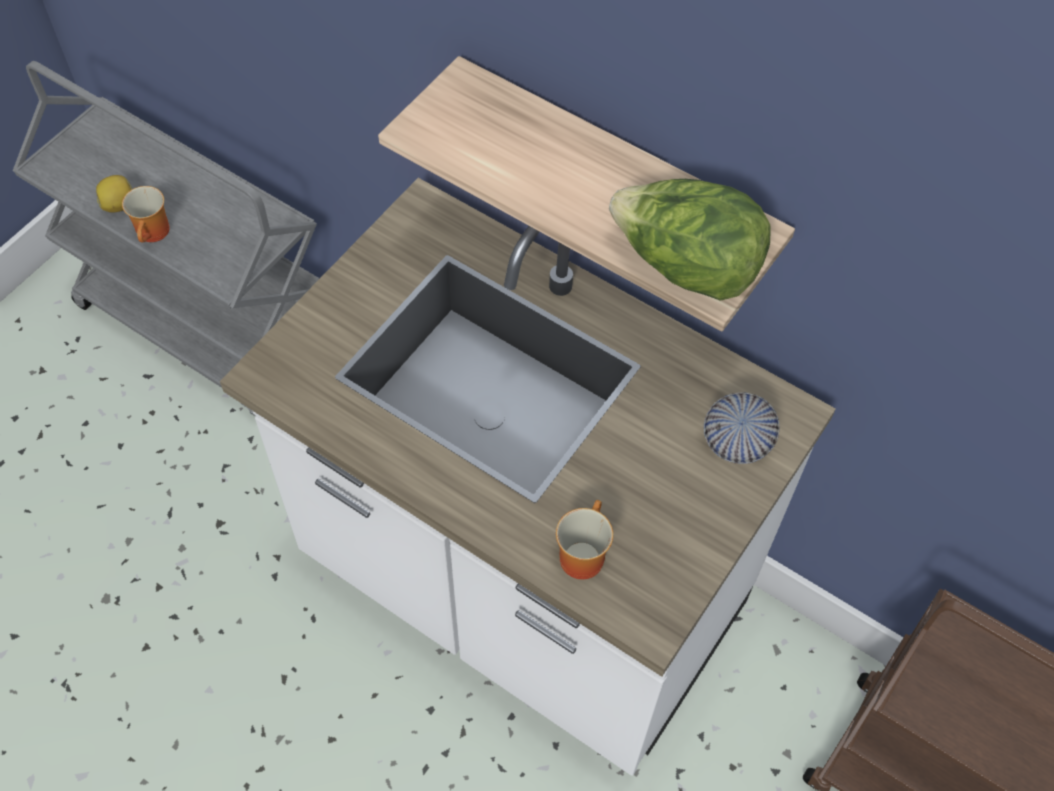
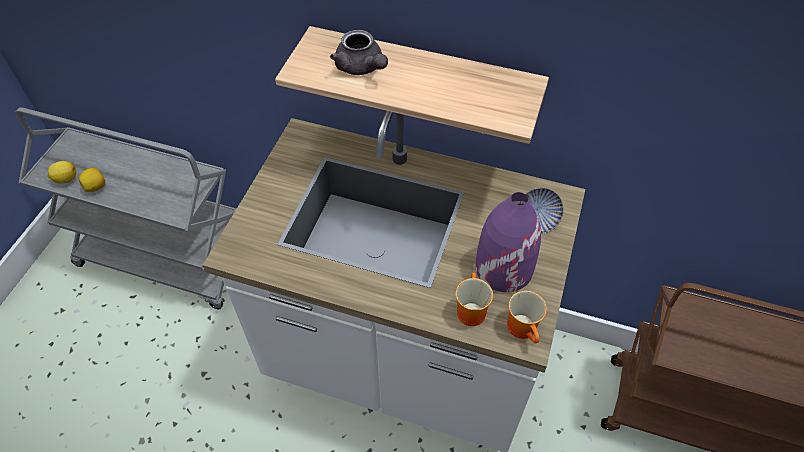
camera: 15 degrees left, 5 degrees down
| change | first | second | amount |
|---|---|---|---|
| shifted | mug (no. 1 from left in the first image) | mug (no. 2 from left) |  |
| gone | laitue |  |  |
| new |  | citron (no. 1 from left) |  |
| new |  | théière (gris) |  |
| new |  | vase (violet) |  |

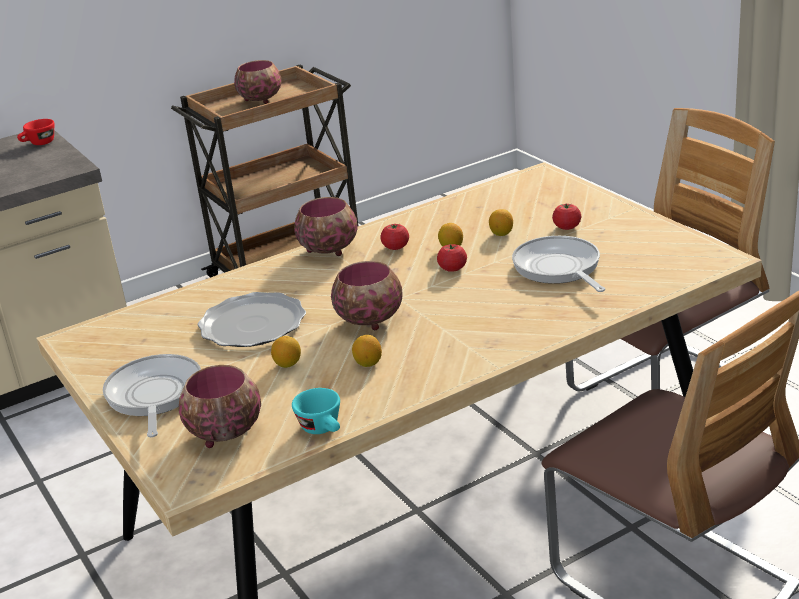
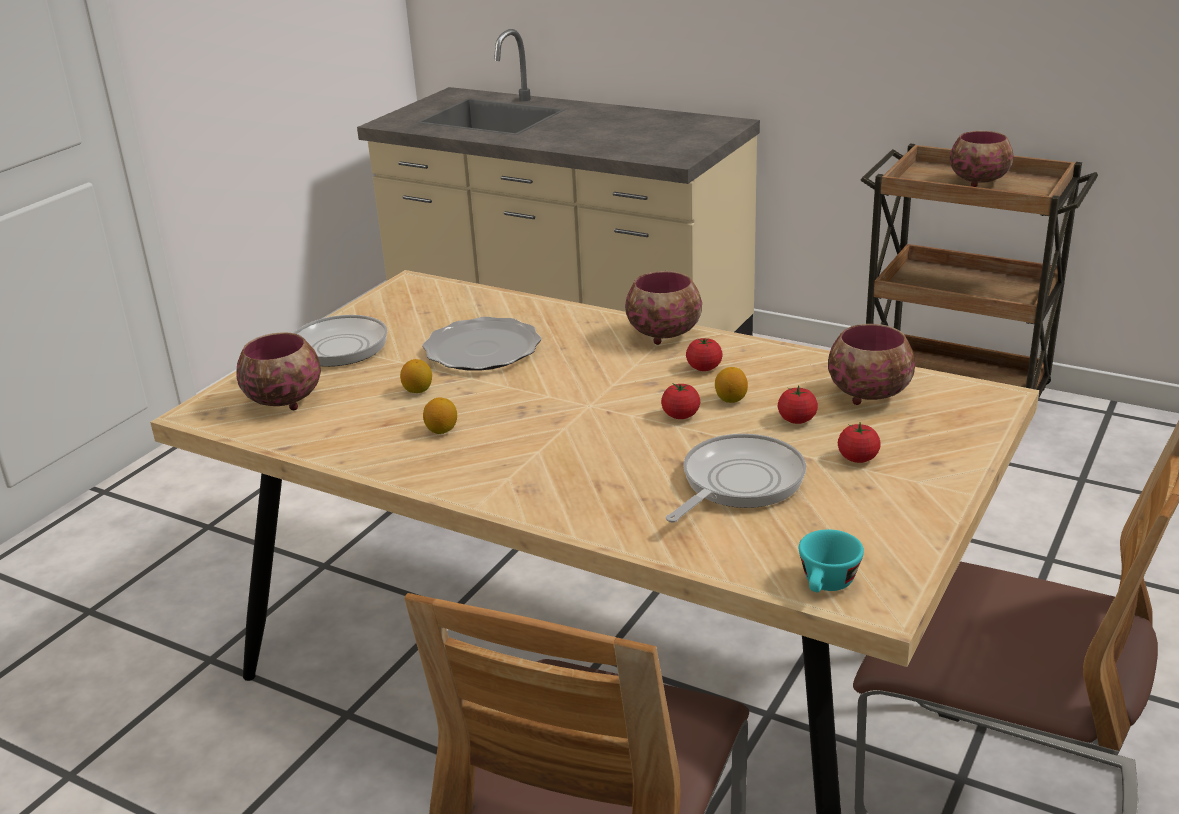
camera: 60 degrees right, 0 degrees up
| change | first | second | amount |
|---|---|---|---|
| gone | tasse (rouge) |  |  |
| shifted | tasse (turquoise) |  |  |
| shifted | bol (no. 4 from left in the first image) | bol (no. 3 from left) |  |
| swapped | citron (no. 4 from left) | tomate (no. 3 from left) |  |

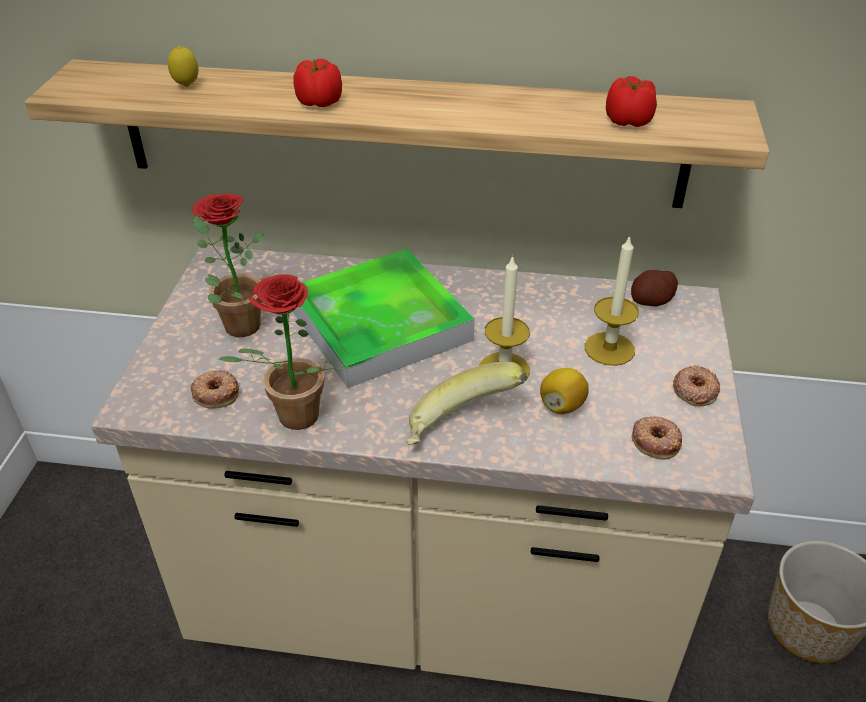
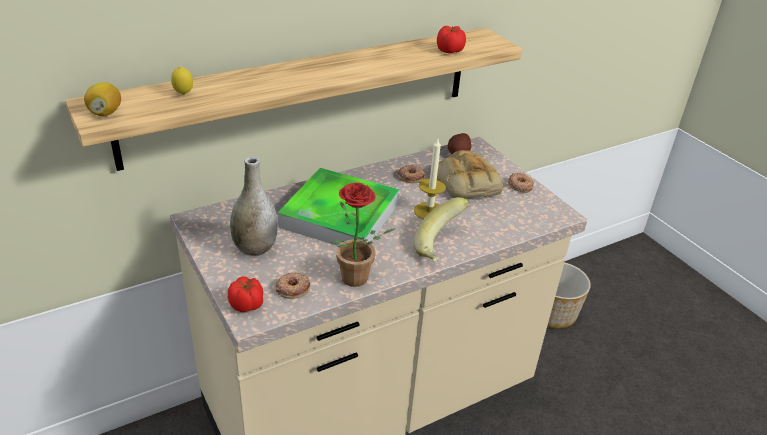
camera: 40 degrees left, 5 degrees down
| change | first | second | amount |
|---|---|---|---|
| swapped | plante en pot (no. 1 from left) | vase (gris) |  |
| shifted | tomate (no. 1 from left) |  |  |
| shifted | citron (no. 2 from left in the first image) | citron (no. 1 from left) |  |
| swapped | bougie (no. 2 from left) | pain |  |
| shifted | beignet (no. 2 from left) |  |  |

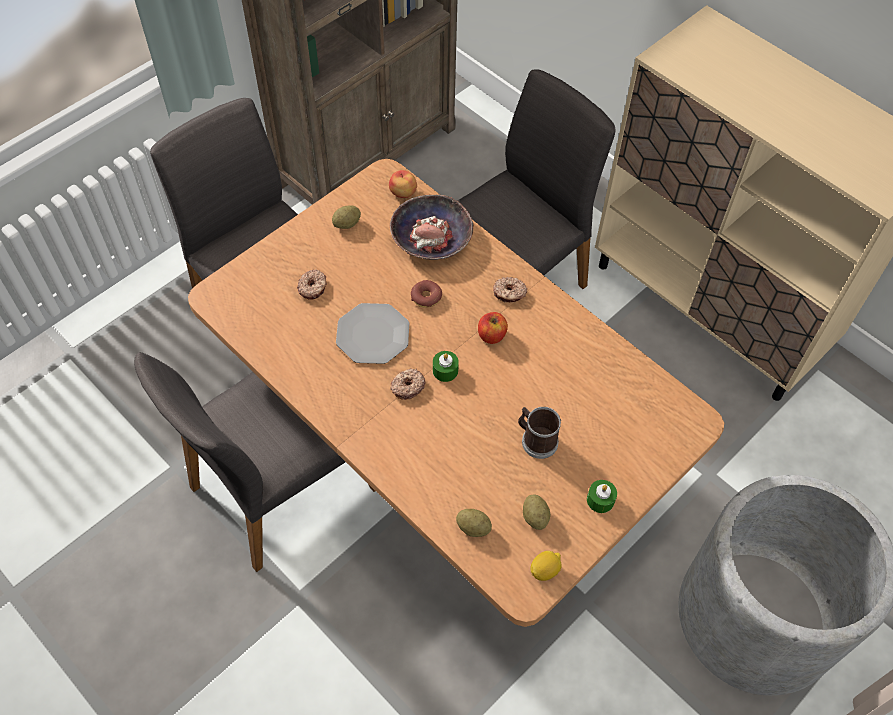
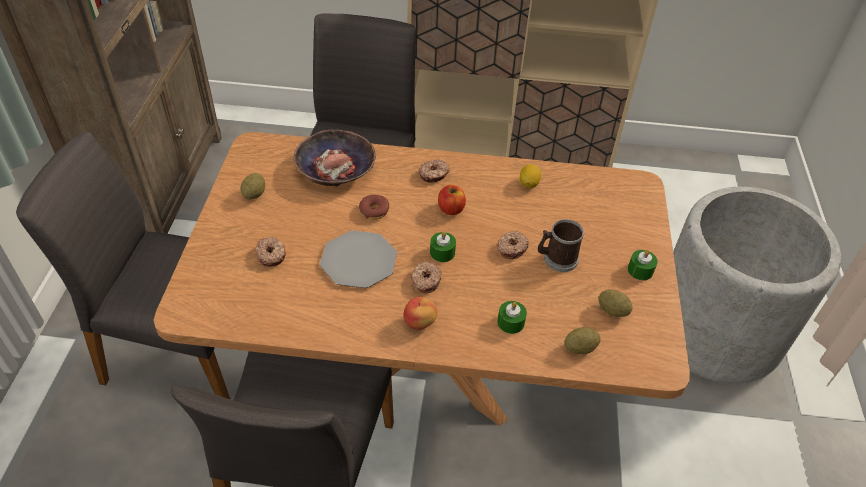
camera: 40 degrees left, 10 degrees down
| change | first | second | amount |
|---|---|---|---|
| shifted | pomme (no. 1 from left) |  |  |
| shifted | citron |  |  |
| new |  | beignet (no. 5 from left) |  |
| new |  | bougie (vert) (no. 2 from left) |  |

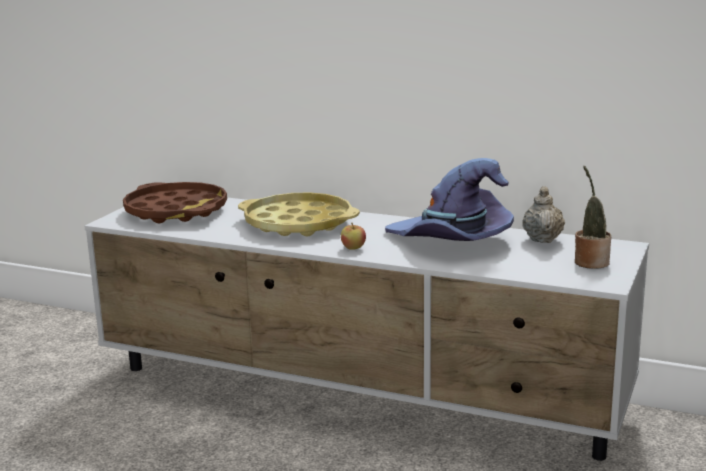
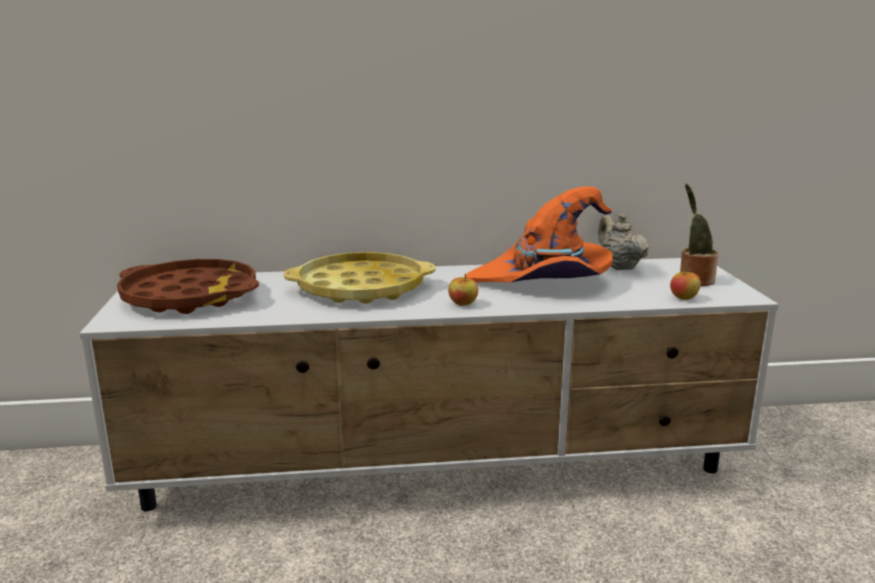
camera: 30 degrees left, 0 degrees up
| change | first | second | amount |
|---|---|---|---|
| repainted | chapeau (violet) | chapeau (orange) |  |
| new |  | pomme (no. 2 from left) |  |

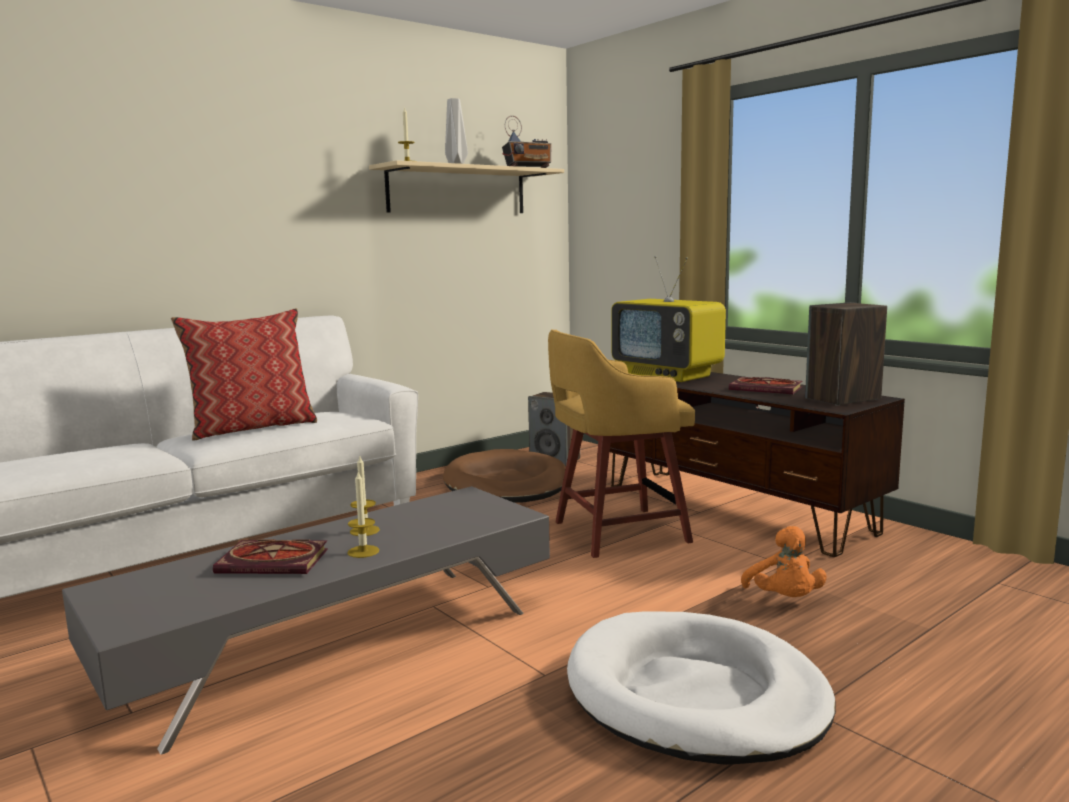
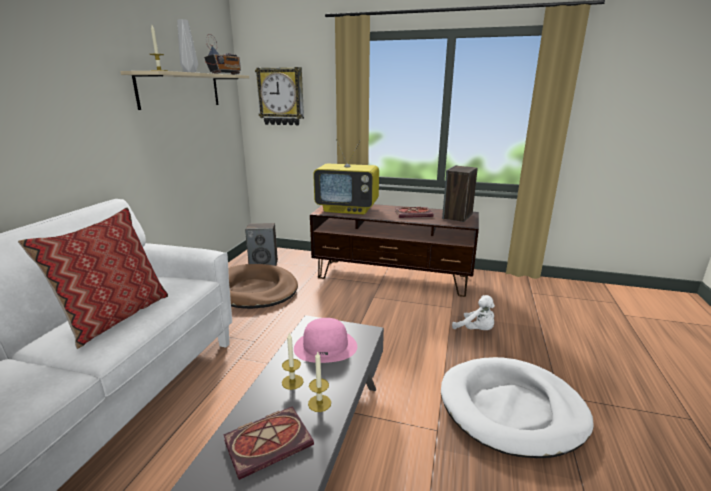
camera: 35 degrees left, 10 degrees up
| change | first | second | amount |
|---|---|---|---|
| gone | tabouret (jaune) |  |  |
| repainted | peluche (orange) | peluche (blanc) |  |
| new |  | horloge murale |  |
| new |  | chapeau (rose) |  |

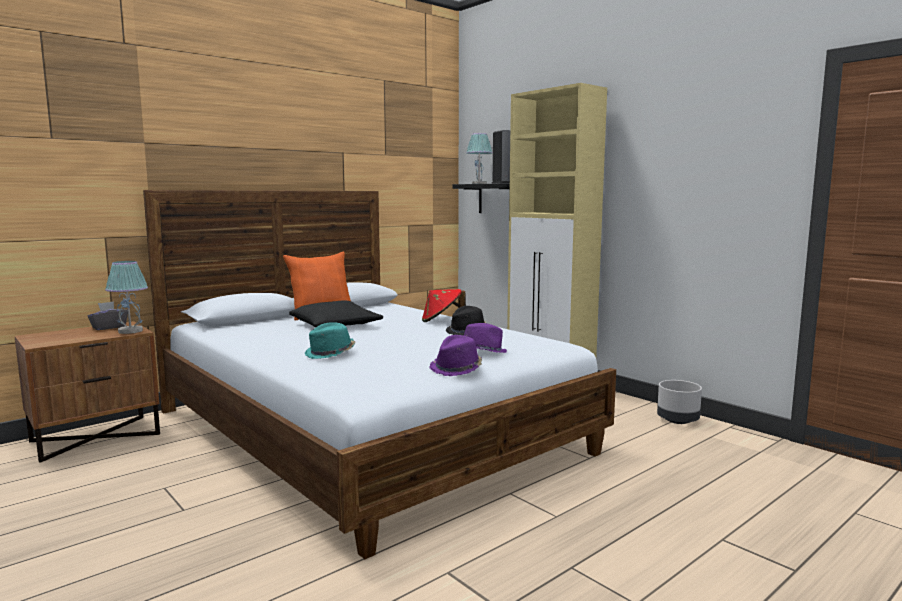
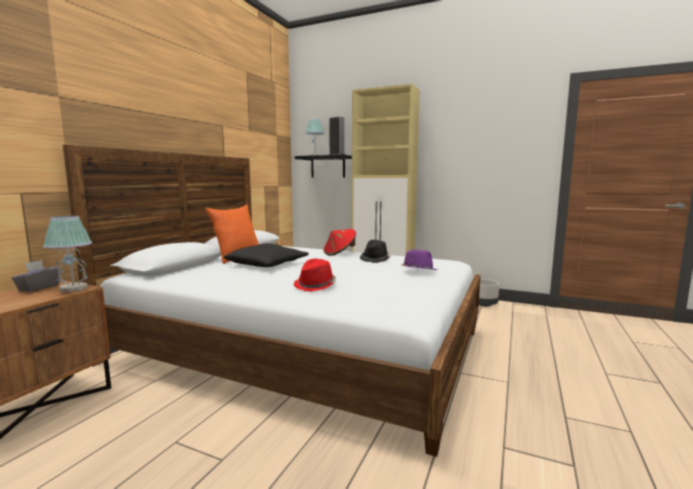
camera: 25 degrees left, 0 degrees up
| change | first | second | amount |
|---|---|---|---|
| repainted | chapeau (turquoise) | chapeau (rouge) (no. 1 from left) |  |
| gone | chapeau (violet) (no. 1 from left) |  |  |

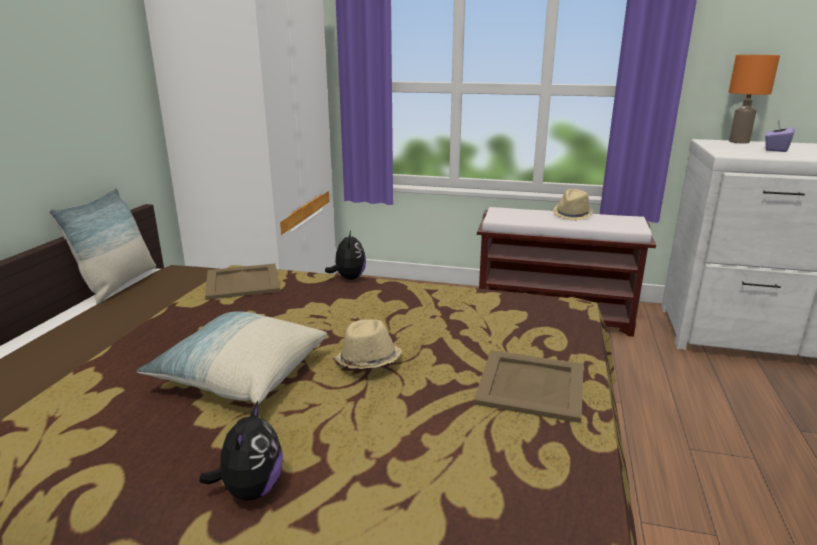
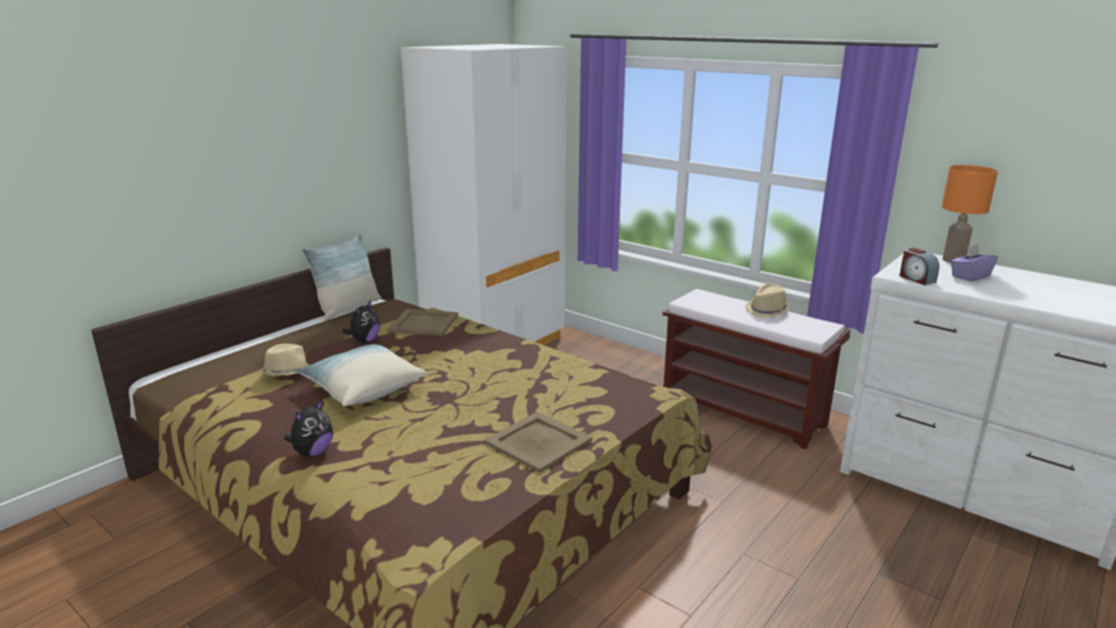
camera: 25 degrees right, 0 degrees up
| change | first | second | amount |
|---|---|---|---|
| shifted | peluche (no. 2 from left) |  |  |
| shifted | chapeau (beige) (no. 1 from left) |  |  |
| new |  | réveil |  |

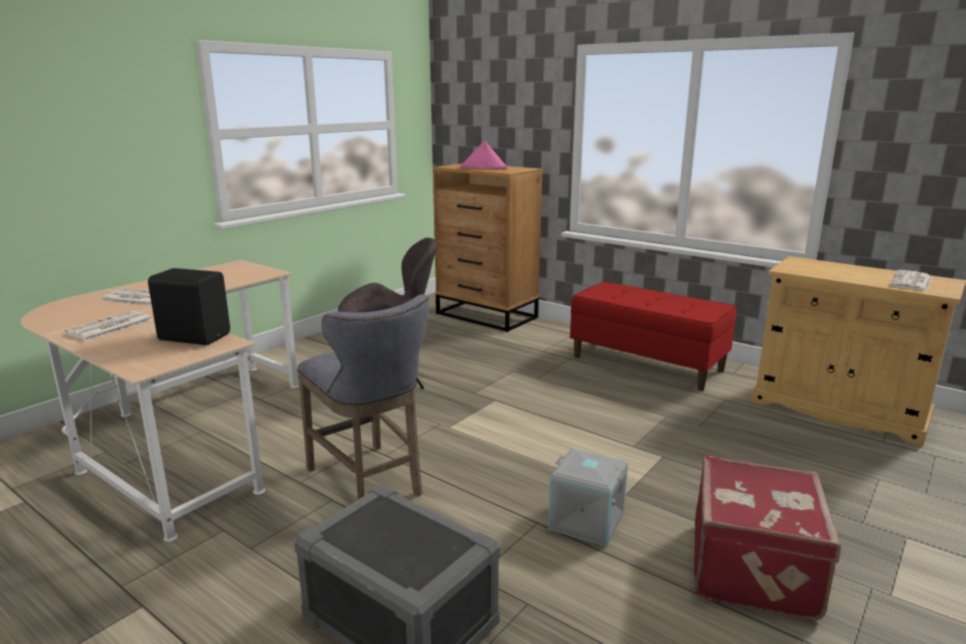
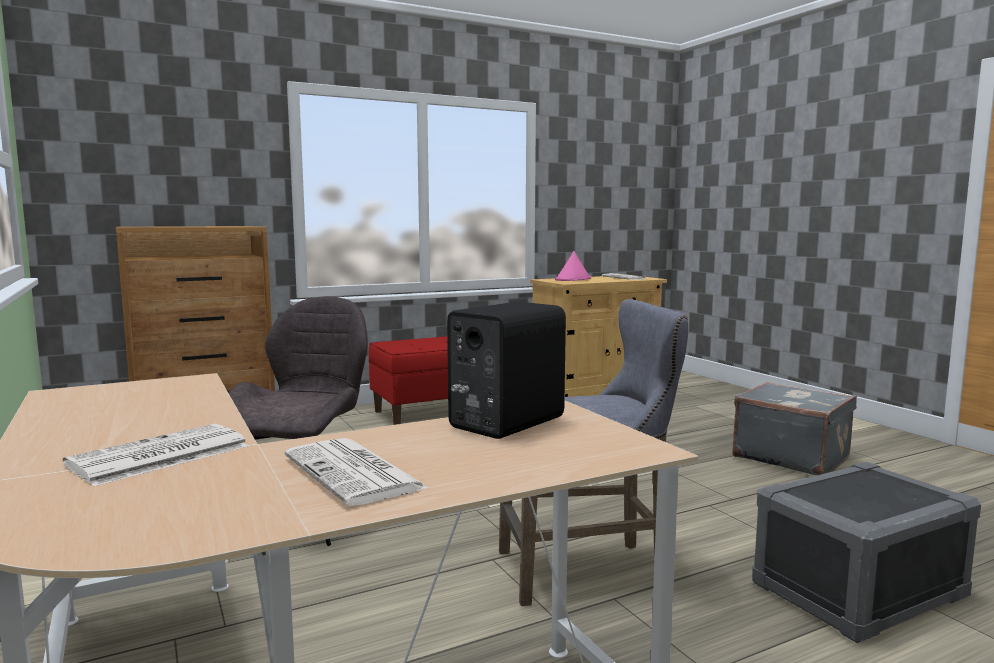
camera: 65 degrees left, 10 degrees down
| change | first | second | amount |
|---|---|---|---|
| shifted | chapeau (rose) |  |  |
| gone | boîte de rangement (gris) (no. 2 from left) |  |  |
| repainted | valise (rouge) | valise (gris) |  |

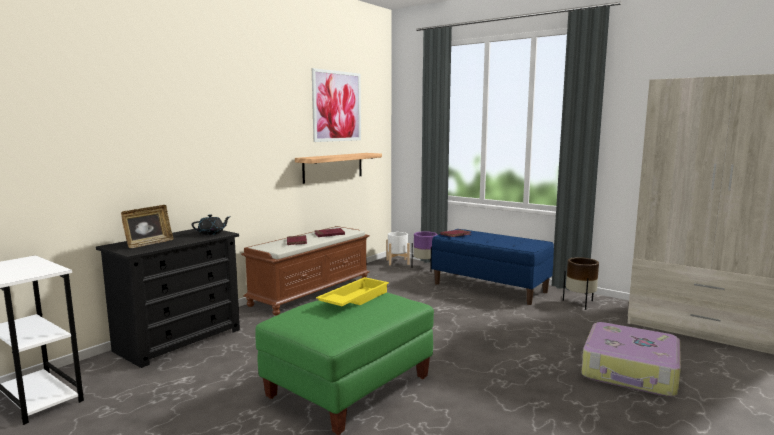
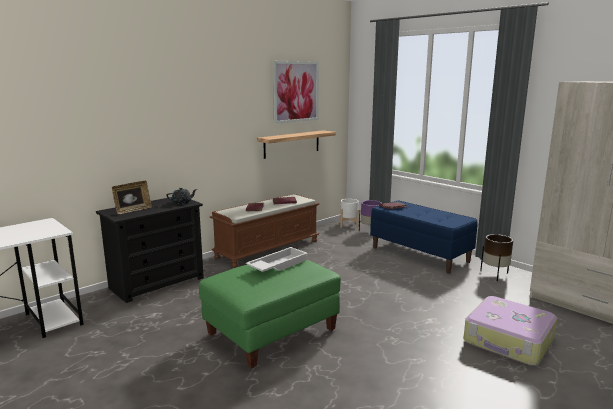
camera: 10 degrees right, 5 degrees up
| change | first | second | amount |
|---|---|---|---|
| repainted | plateau (jaune) | plateau (blanc) |  |

